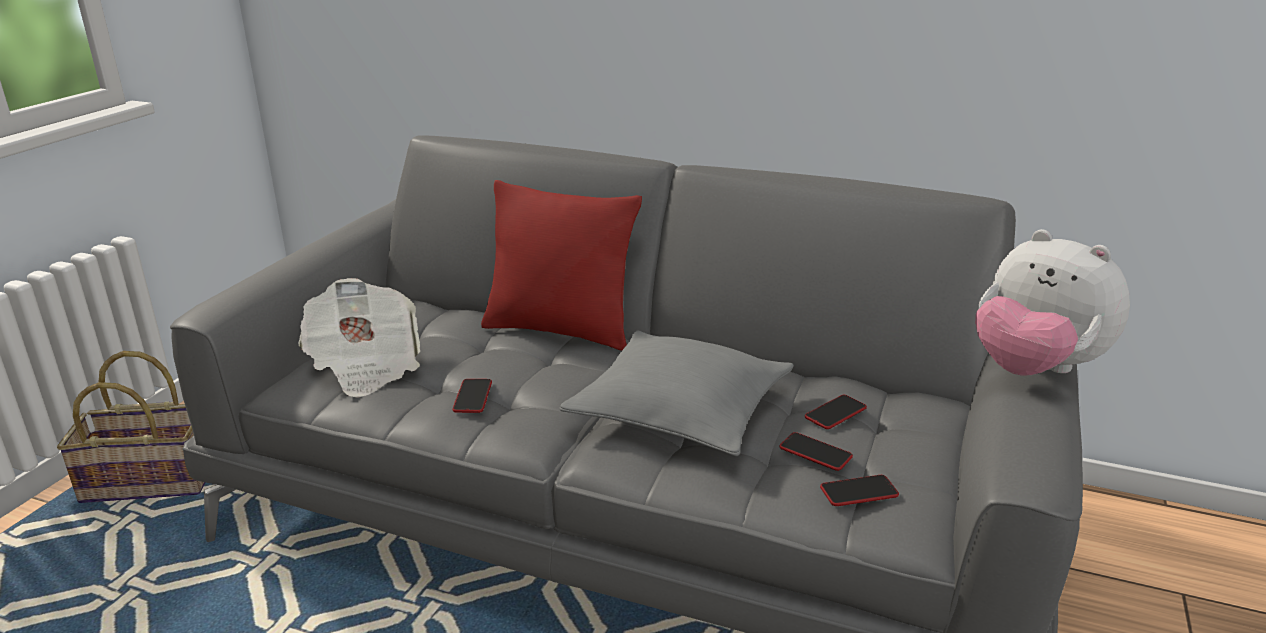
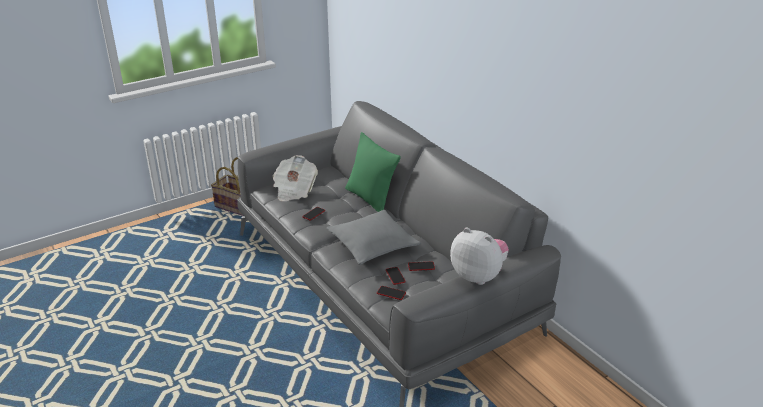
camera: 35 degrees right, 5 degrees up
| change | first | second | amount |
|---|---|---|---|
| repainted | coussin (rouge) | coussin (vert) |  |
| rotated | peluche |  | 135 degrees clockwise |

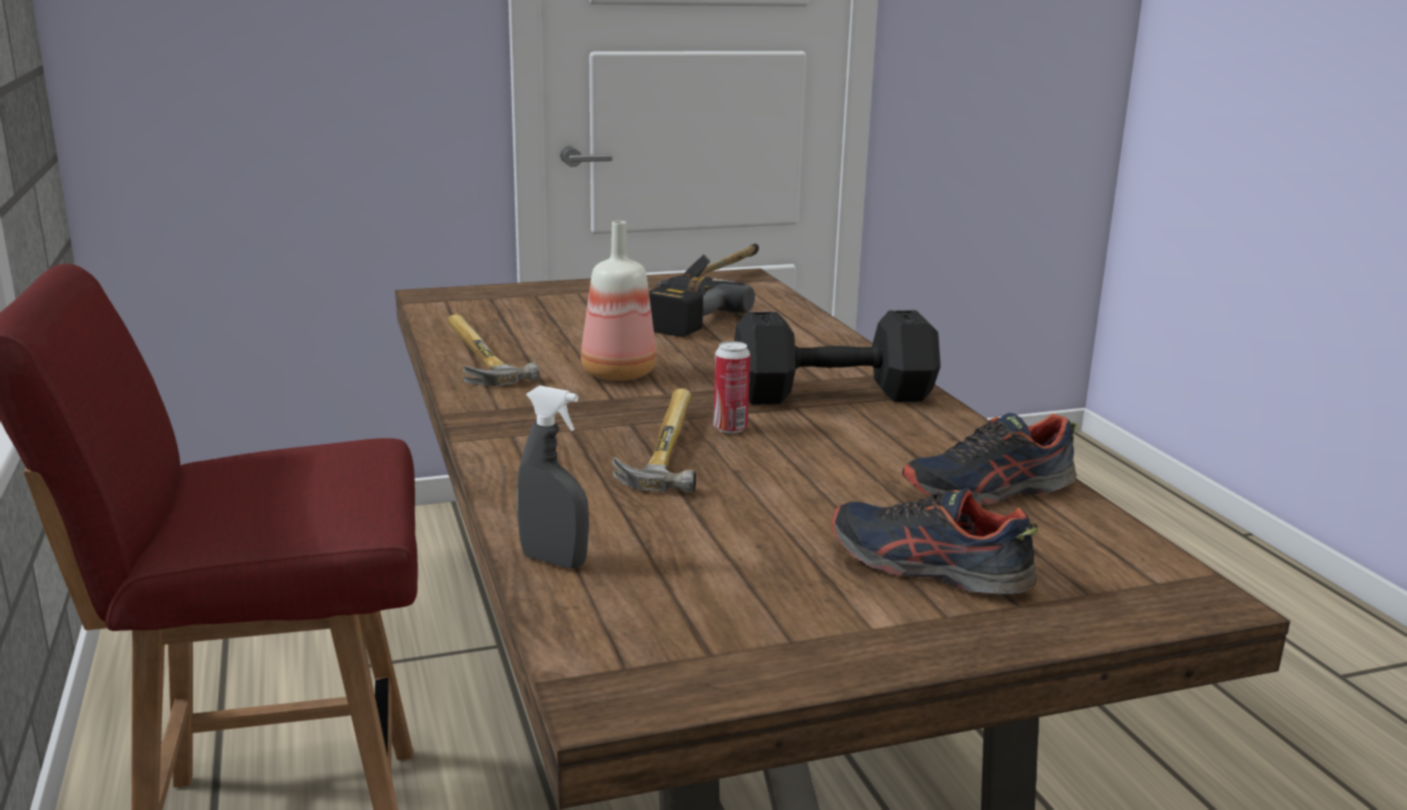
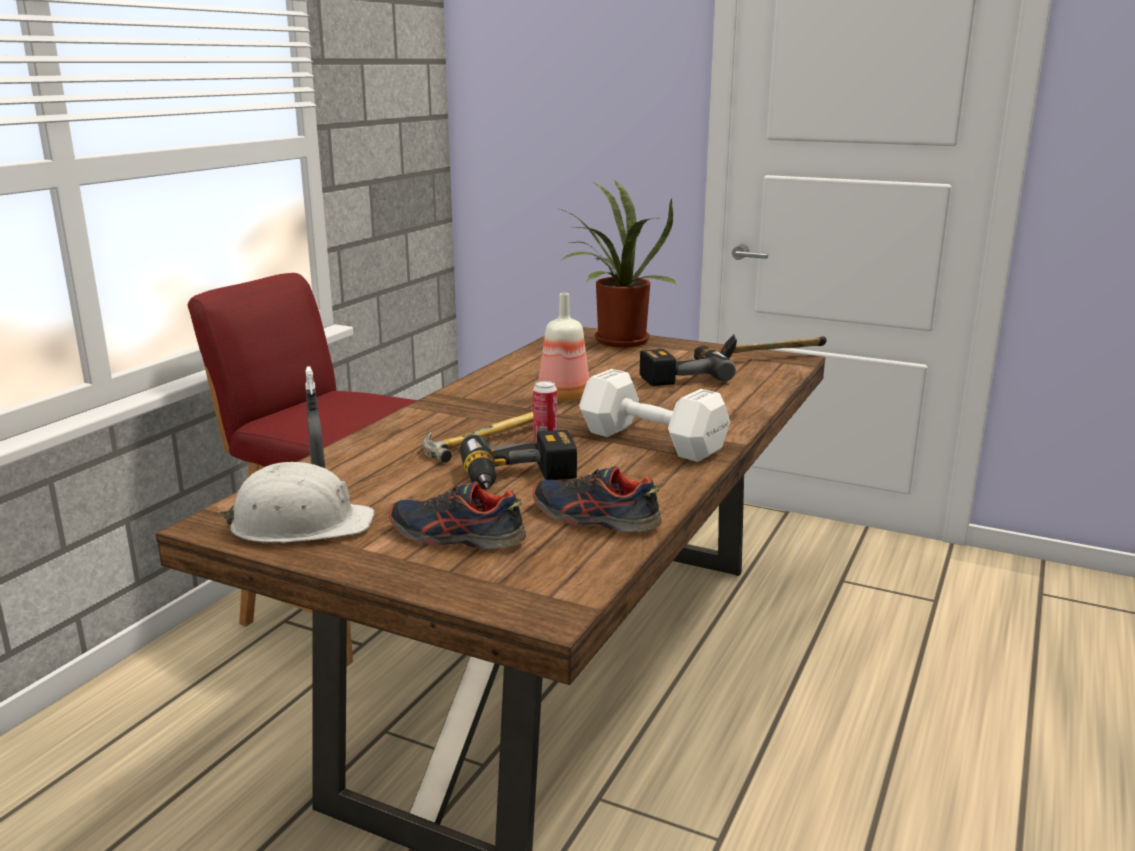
camera: 45 degrees right, 0 degrees up
| change | first | second | amount |
|---|---|---|---|
| gone | marteau (no. 1 from left) |  |  |
| repainted | haltère (noir) | haltère (blanc) |  |
| rotated | chaussure (no. 1 from left) |  | 60 degrees counterclockwise |
| new |  | casque de chantier (blanc) |  |
| new |  | perceuse (no. 1 from left) |  |
| new |  | plante en pot |  |

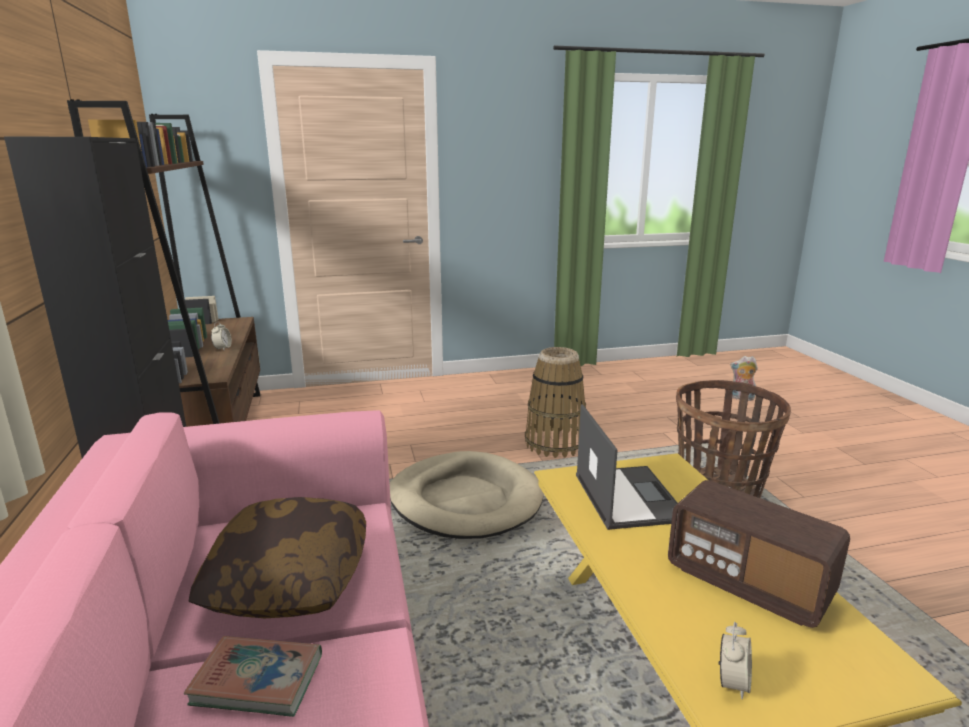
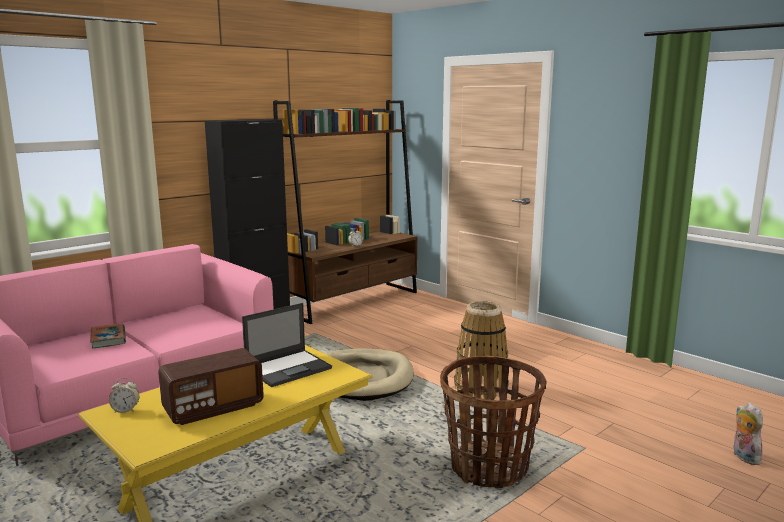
camera: 60 degrees right, 5 degrees down
| change | first | second | amount |
|---|---|---|---|
| gone | coussin |  |  |
| rotated | radio |  | 135 degrees counterclockwise |

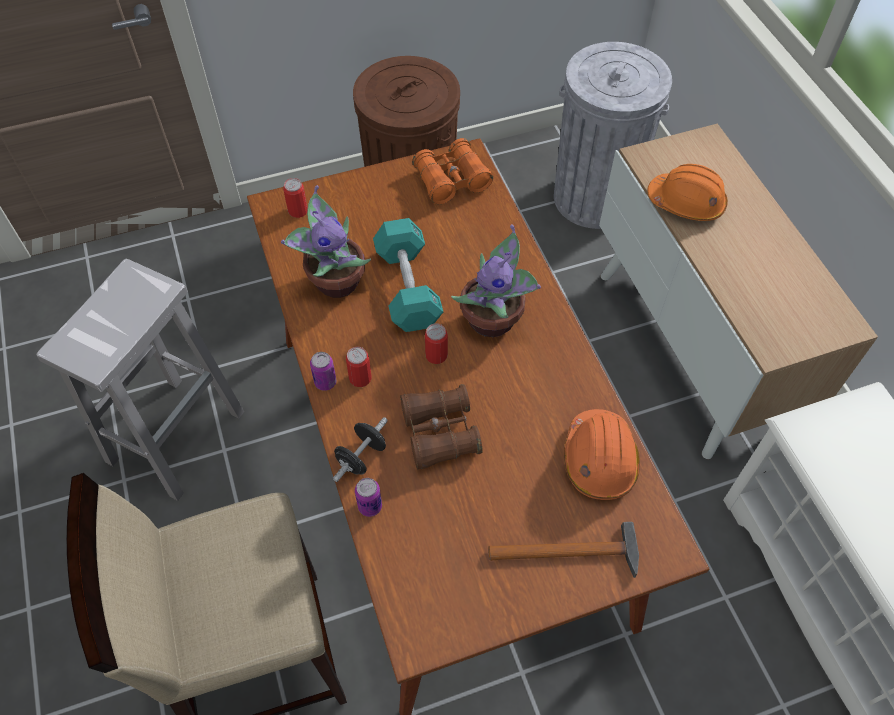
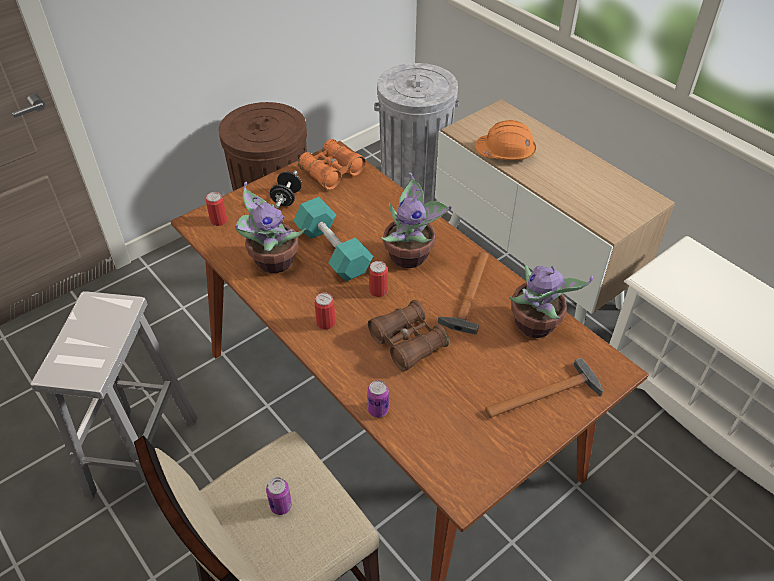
camera: 20 degrees left, 10 degrees down
| change | first | second | amount |
|---|---|---|---|
| shifted | boîte métallique (no. 2 from left) |  |  |
| shifted | haltère (noir) |  |  |
| swapped | casque de chantier (orange) (no. 1 from left) | plante en pot (no. 3 from left) |  |
| new |  | marteau (no. 1 from left) |  |

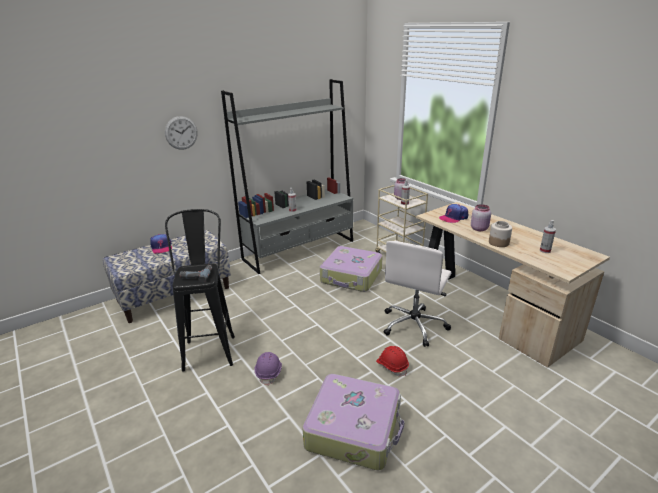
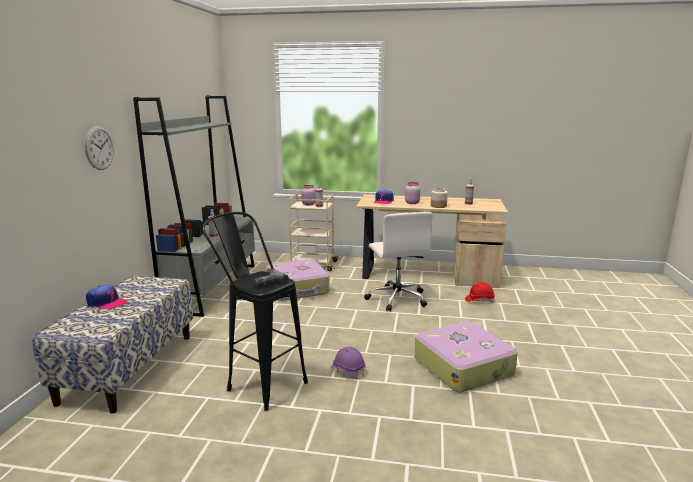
camera: 45 degrees left, 10 degrees down
| change | first | second | amount |
|---|---|---|---|
| shifted | casque de chantier (rouge) |  |  |

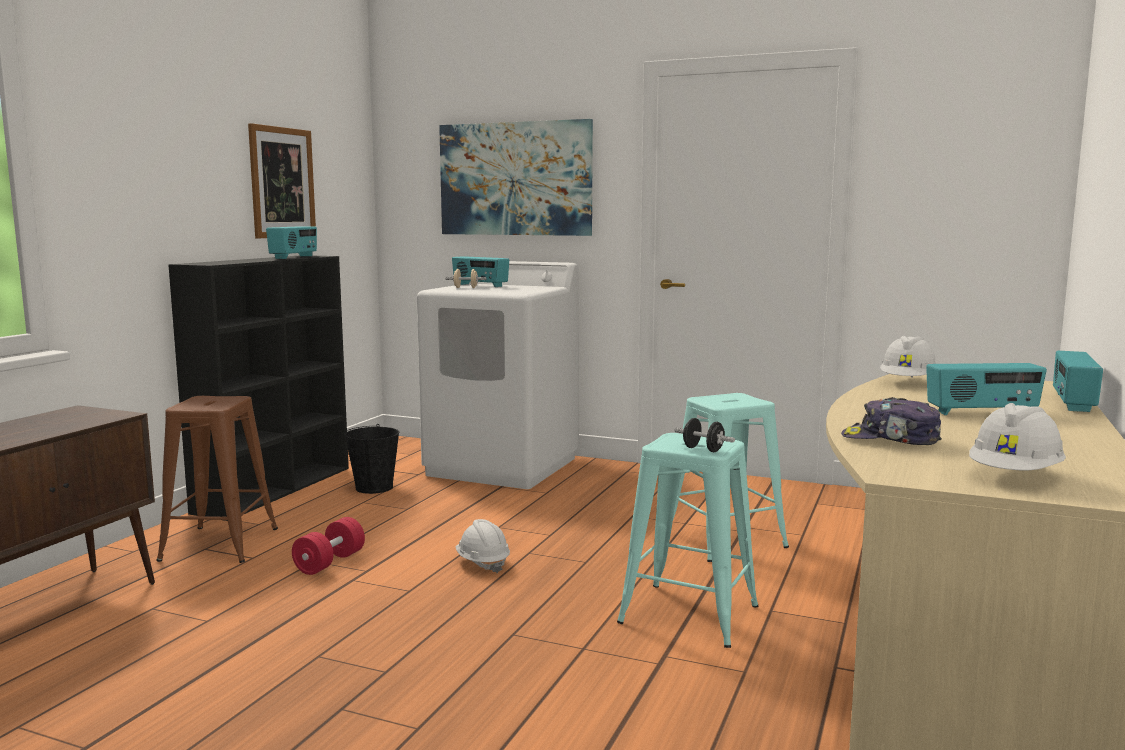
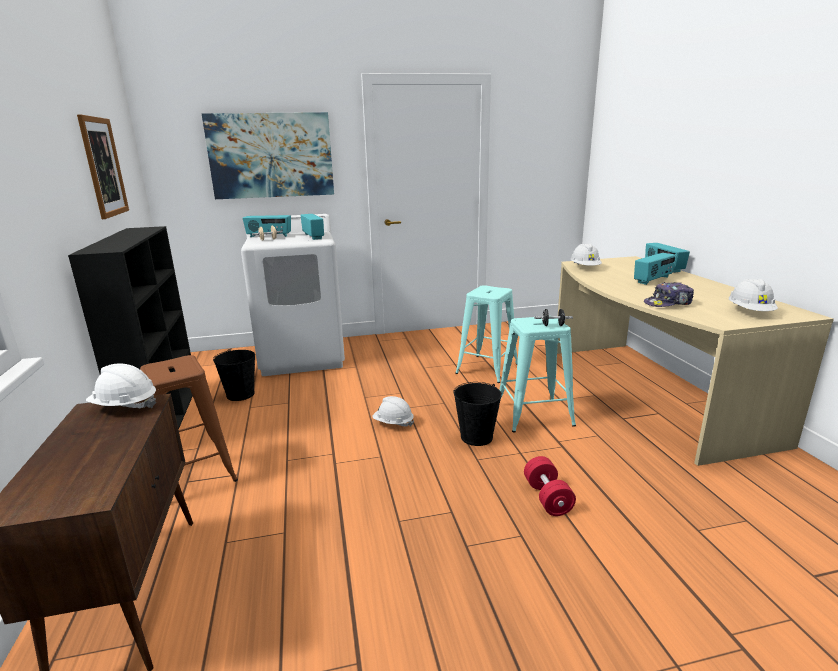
camera: 35 degrees left, 10 degrees up
| change | first | second | amount |
|---|---|---|---|
| shifted | radio (no. 1 from left in the first image) | radio (no. 2 from left) |  |
| shifted | haltère (rouge) |  |  |
| new |  | casque de chantier (blanc) (no. 1 from left) |  |
| new |  | seau (noir) (no. 2 from left) |  |

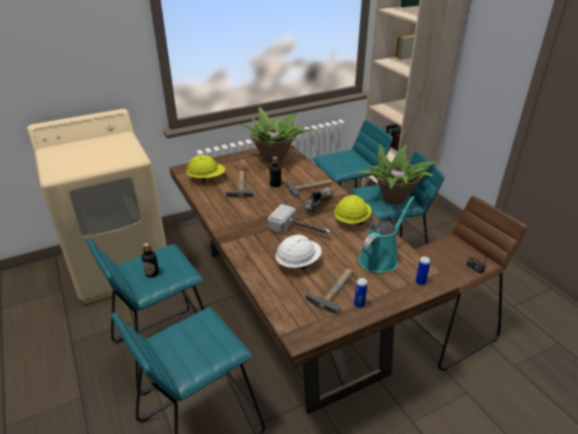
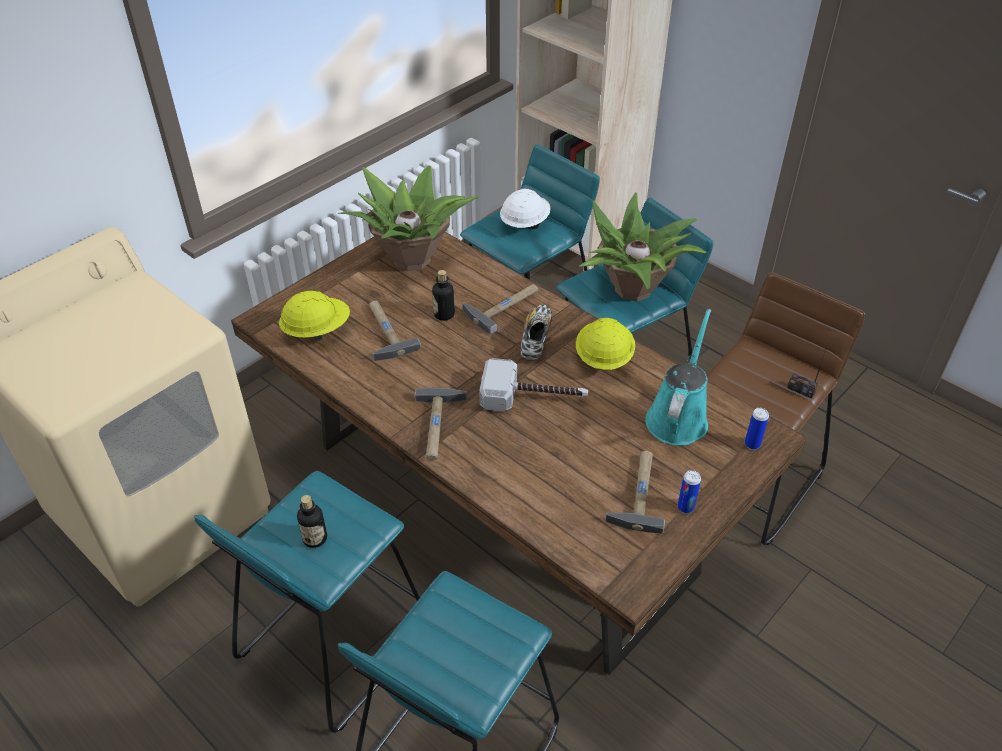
camera: 20 degrees left, 10 degrees up
| change | first | second | amount |
|---|---|---|---|
| shifted | casque de chantier (blanc) |  |  |
| new |  | marteau (no. 2 from left) |  |

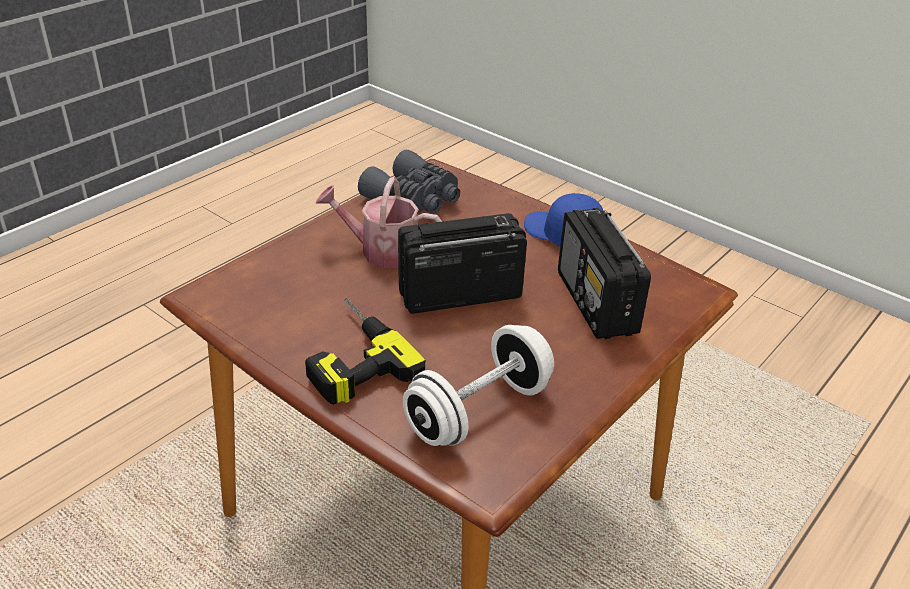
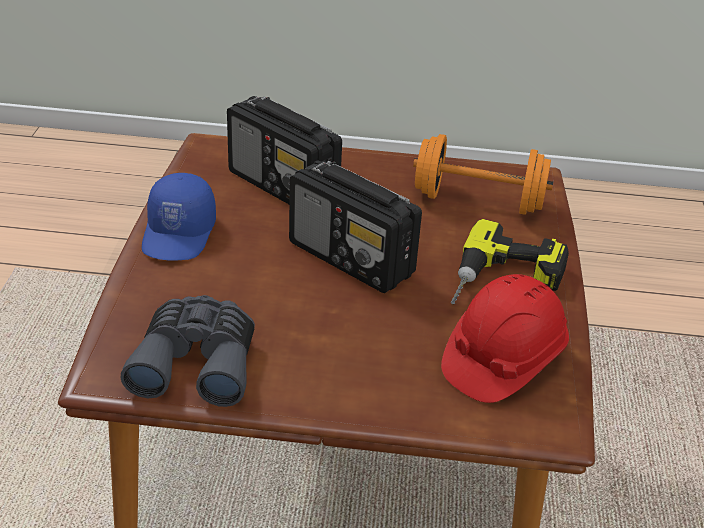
camera: 125 degrees left, 0 degrees up
| change | first | second | amount |
|---|---|---|---|
| gone | arrosoir |  |  |
| repainted | haltère (blanc) | haltère (orange) |  |
| rotated | radio (no. 2 from left in the first image) | radio (no. 1 from left) | 90 degrees clockwise |
| new |  | casque de chantier (rouge) |  |

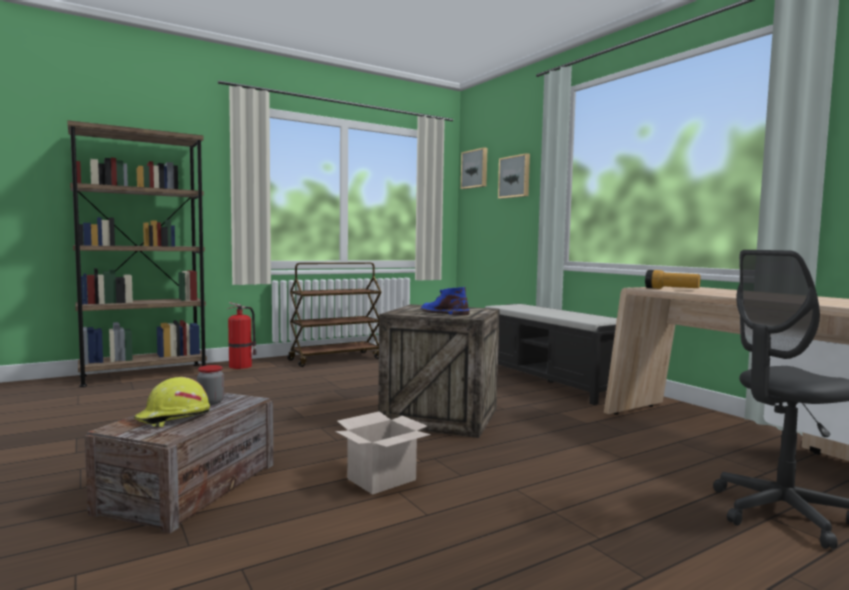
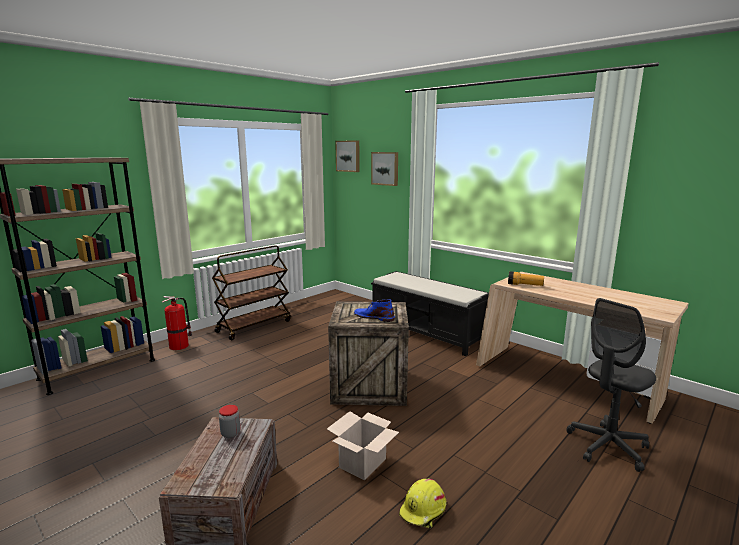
camera: 15 degrees left, 10 degrees up
| change | first | second | amount |
|---|---|---|---|
| shifted | casque de chantier (jaune) |  |  |

